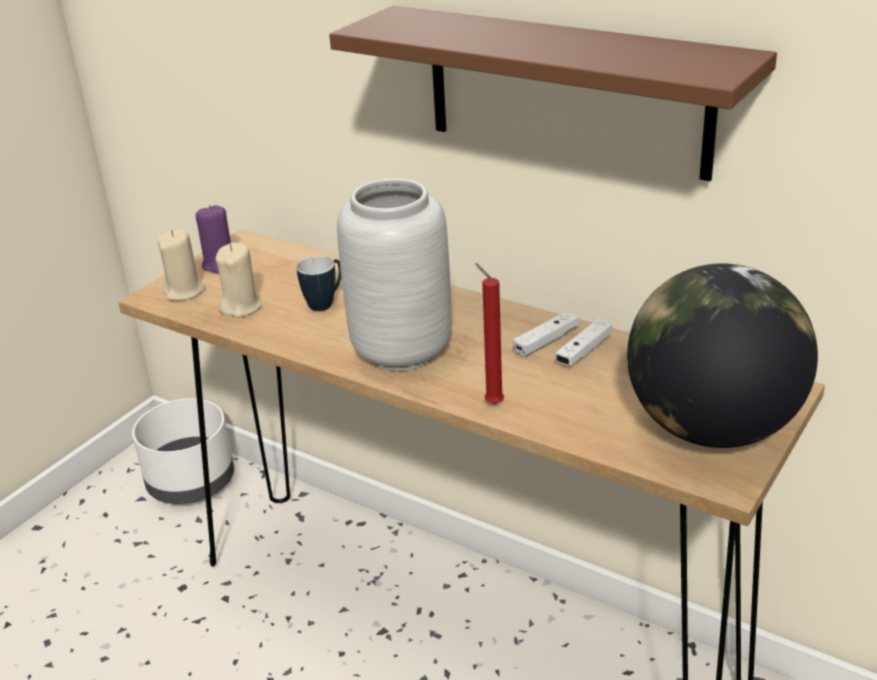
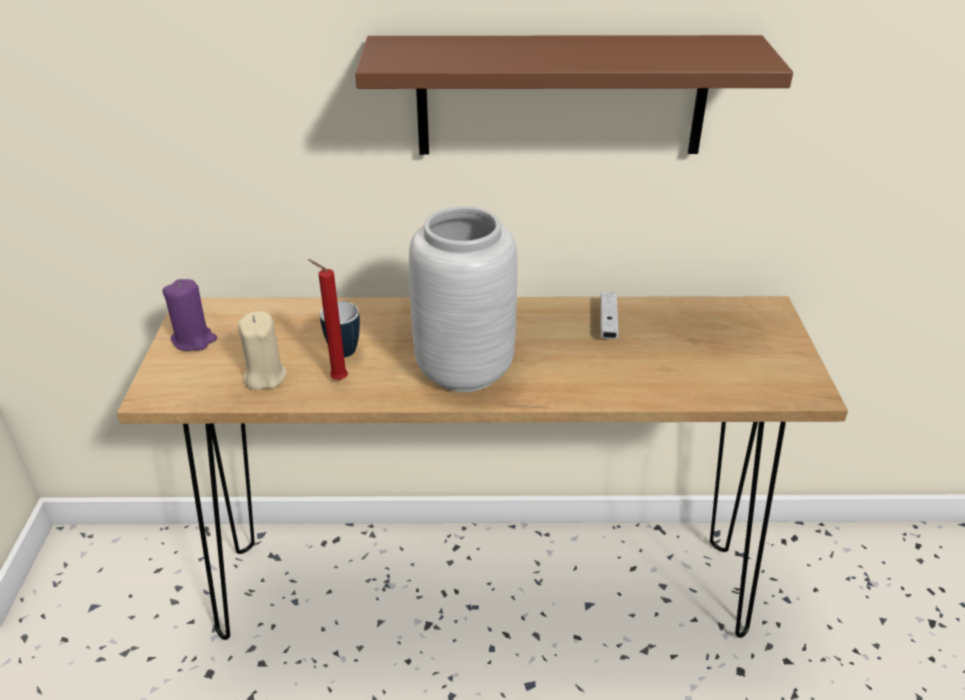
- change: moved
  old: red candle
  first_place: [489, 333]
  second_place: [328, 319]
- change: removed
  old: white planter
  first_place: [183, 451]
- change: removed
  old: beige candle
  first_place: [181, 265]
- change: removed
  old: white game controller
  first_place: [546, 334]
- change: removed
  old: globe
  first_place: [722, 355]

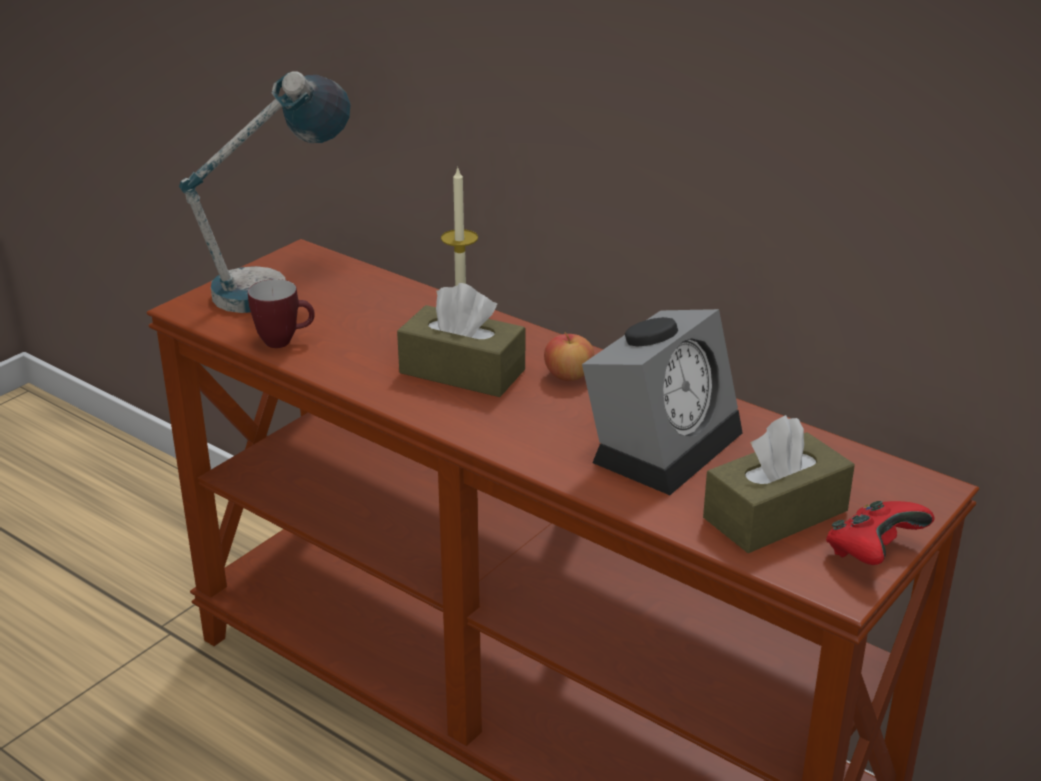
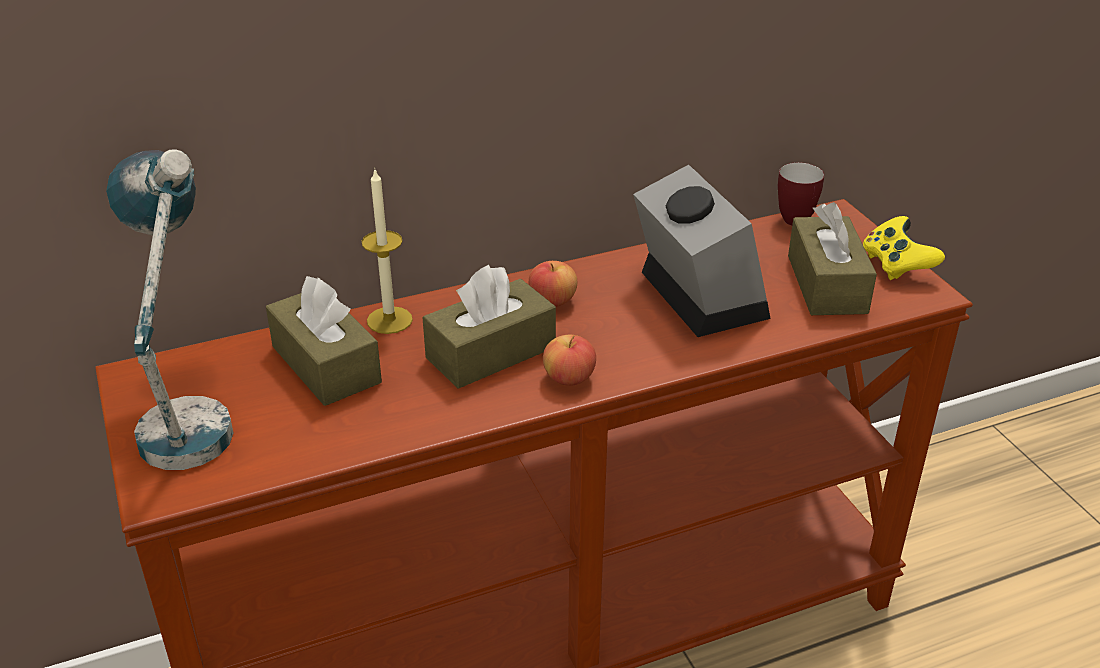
- change: added
  new: brown tissue box
  second_place: [324, 341]
- change: added
  new: apple
  second_place: [569, 360]
- change: moved
  old: mug
  first_place: [281, 313]
  second_place: [801, 194]
- change: recoloured
  old: red game controller
  new: yellow game controller
  first_place: [880, 533]
  second_place: [904, 248]

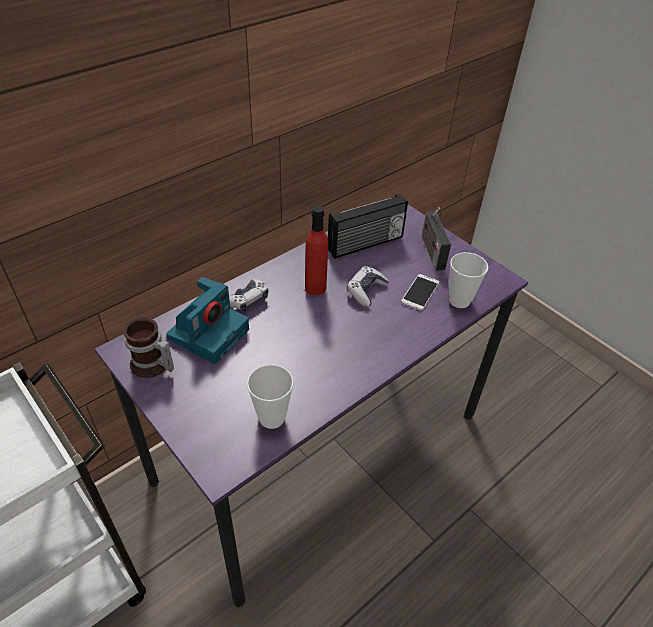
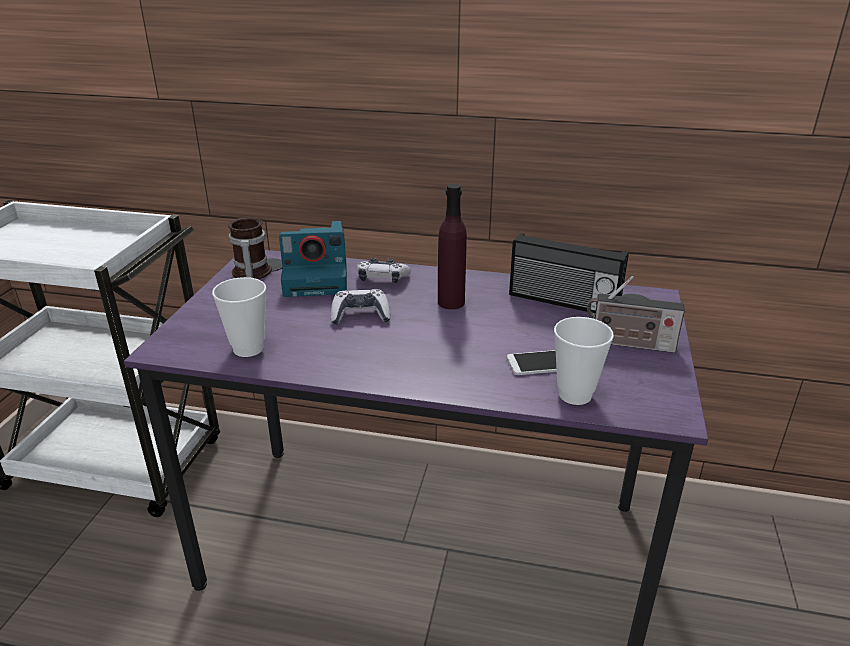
- change: moved
  old: game controller
  first_place: [368, 286]
  second_place: [361, 307]
- change: recoloured
  old: red bottle
  new: purple bottle
  first_place: [316, 250]
  second_place: [452, 246]
- change: turned
  old: radio
  first_place: [436, 239]
  second_place: [636, 314]
  degrees: -120

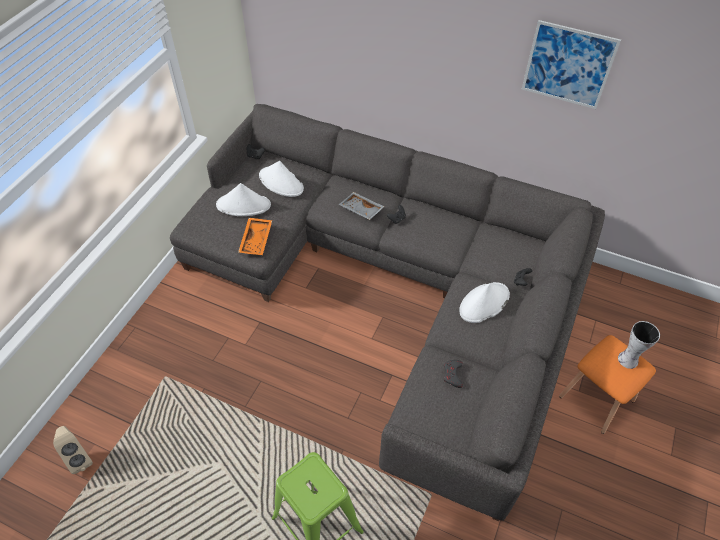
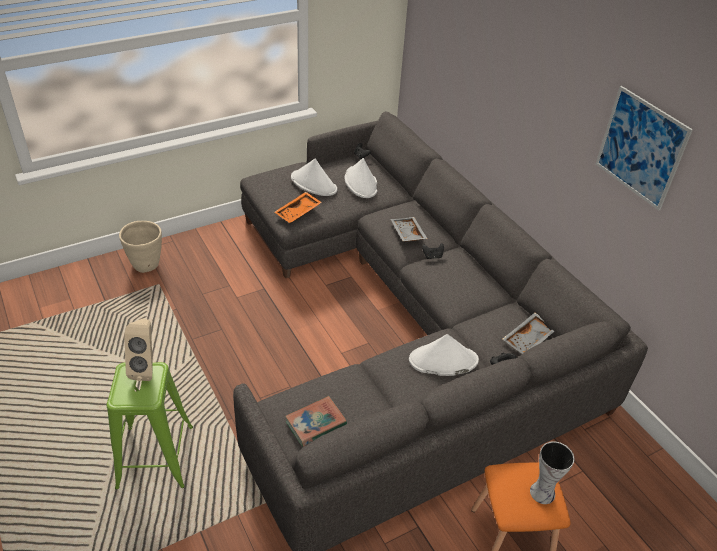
- change: added
  new: beige planter
  second_place: [140, 247]
- change: moved
  old: beige speaker
  first_place: [73, 450]
  second_place: [138, 349]
- change: added
  new: book
  second_place: [316, 421]
- change: added
  new: grey tray
  second_place: [529, 333]
- change: removed
  old: grey game controller
  first_place: [453, 374]

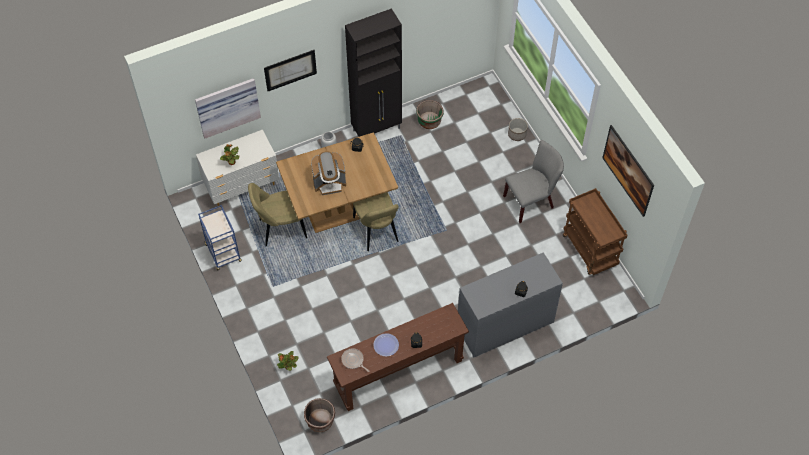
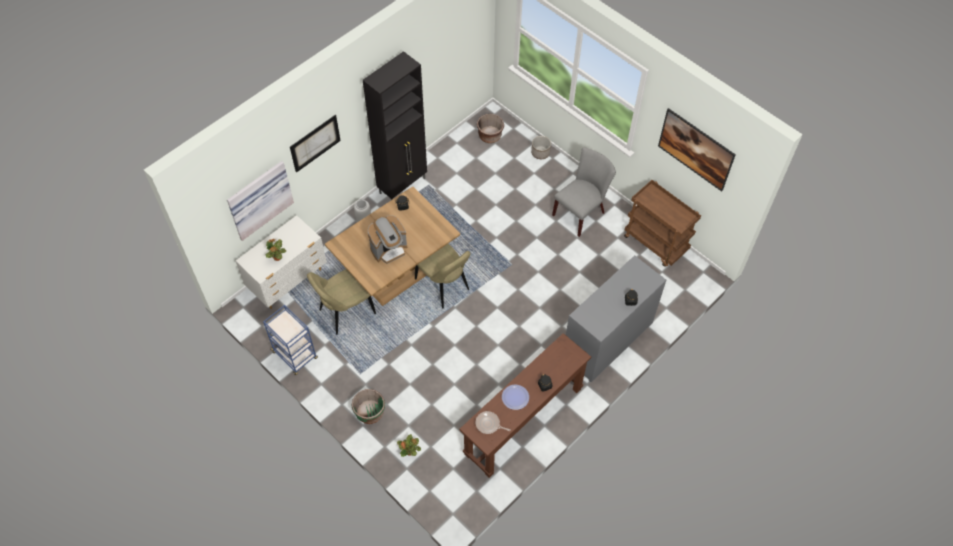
- change: moved
  old: green planter
  first_place: [430, 114]
  second_place: [368, 406]
- change: moved
  old: brown planter
  first_place: [319, 415]
  second_place: [490, 128]

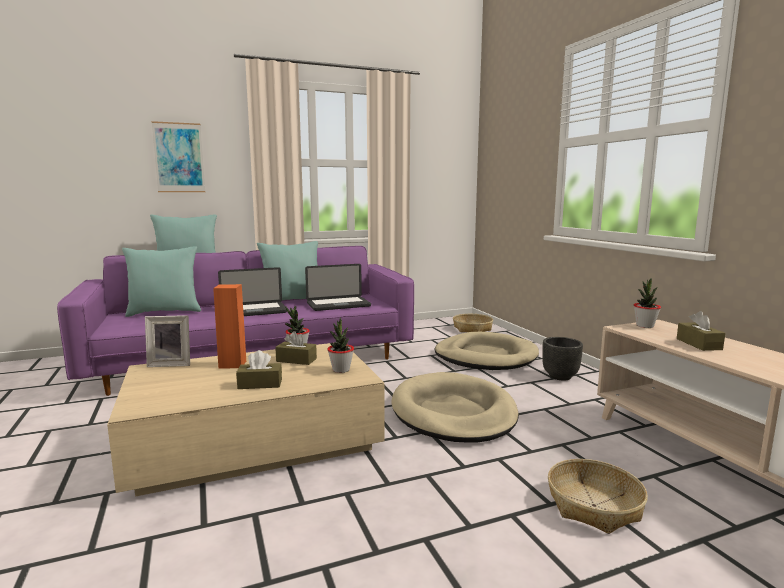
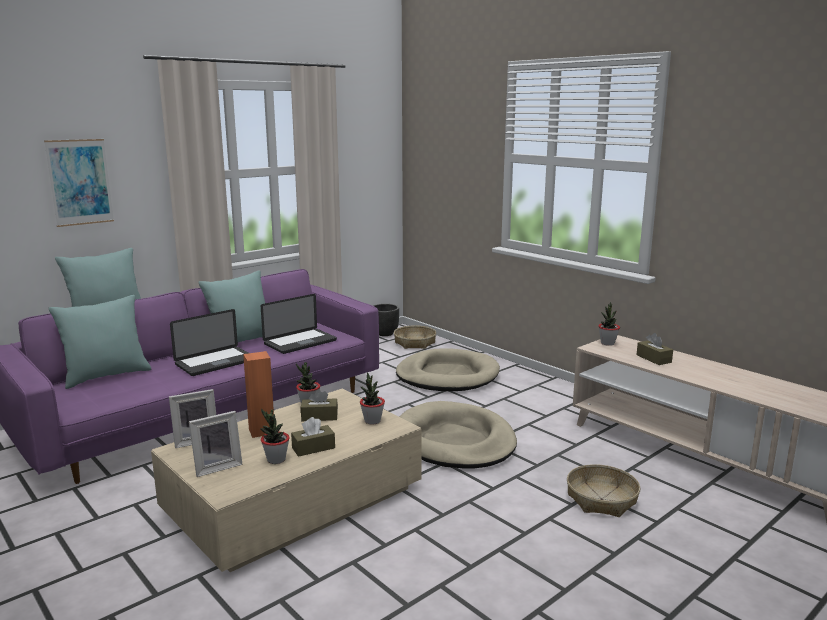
- change: added
  new: picture frame
  second_place: [216, 444]
- change: added
  new: potted plant
  second_place: [275, 436]
- change: moved
  old: black planter
  first_place: [562, 358]
  second_place: [386, 320]

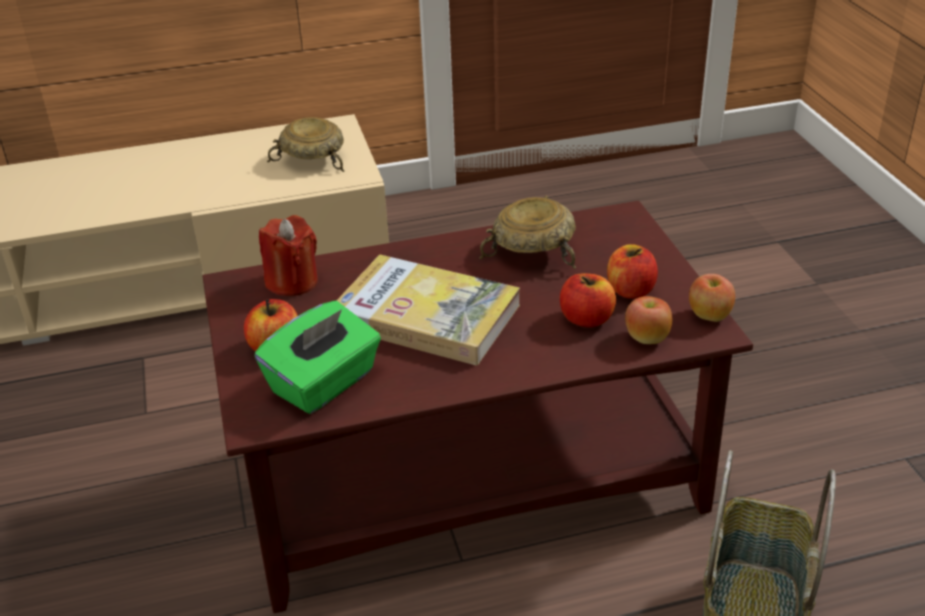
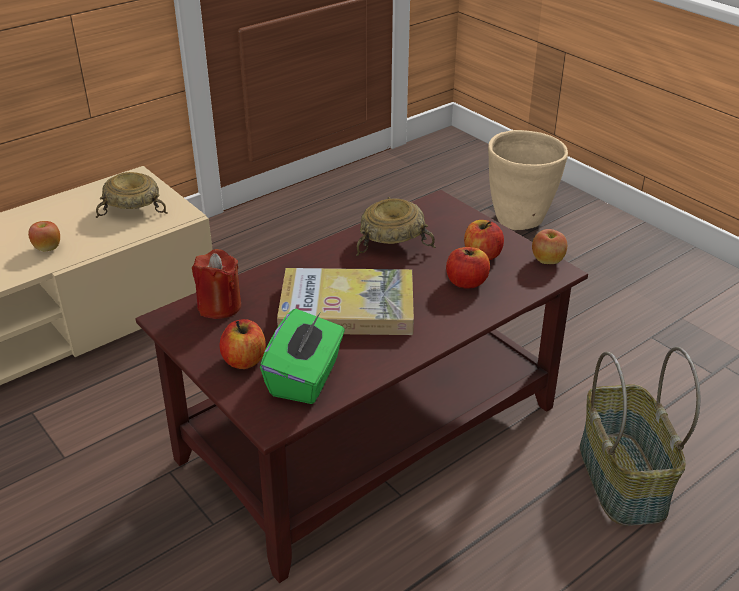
- change: moved
  old: apple
  first_place: [648, 320]
  second_place: [44, 236]
- change: added
  new: beige planter
  second_place: [528, 180]

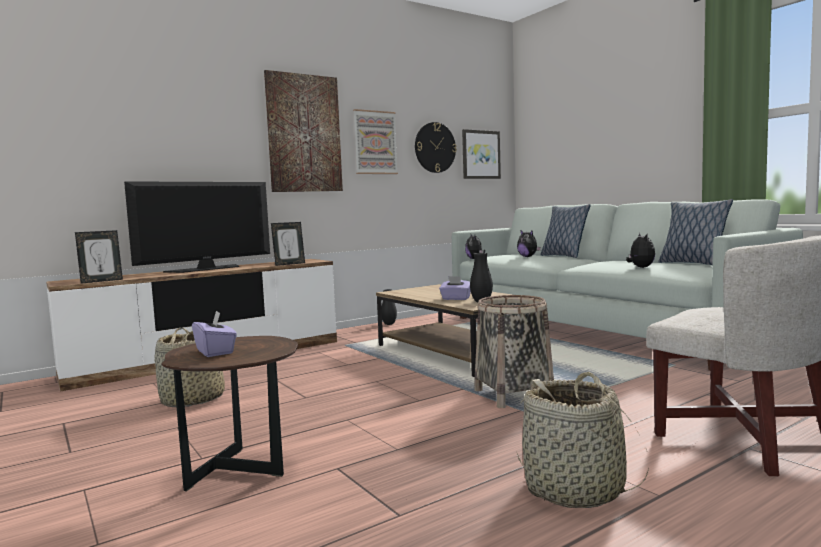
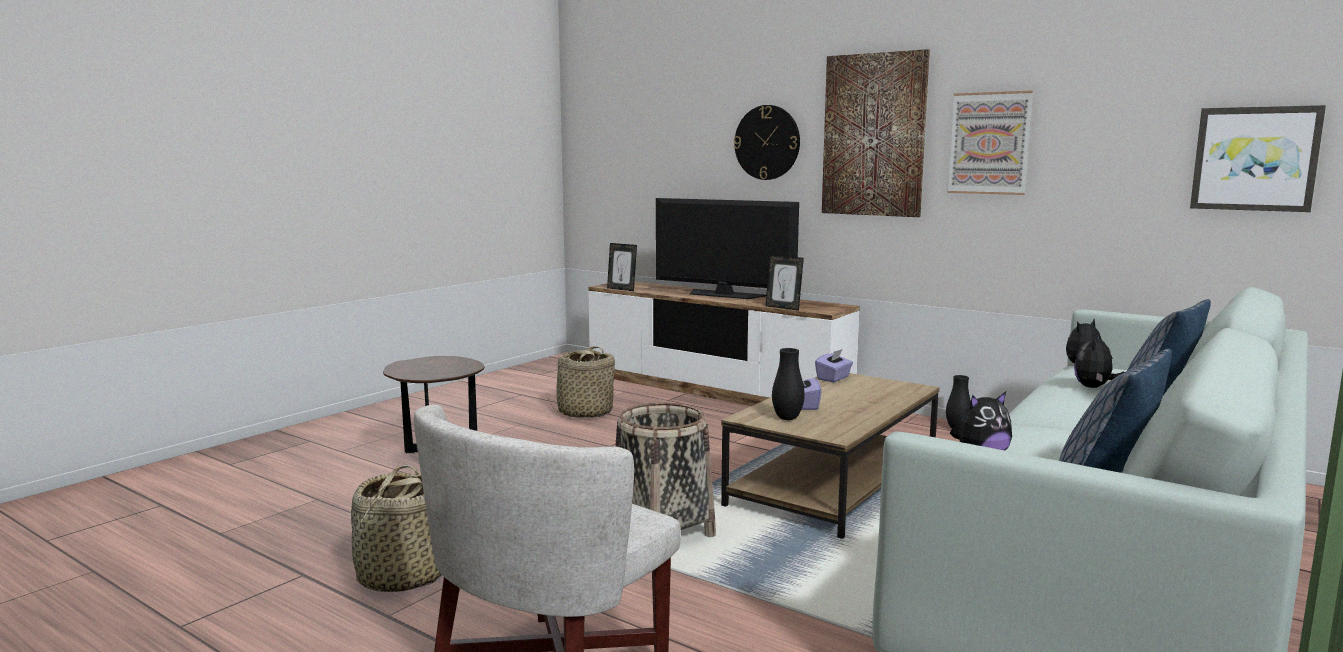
- change: moved
  old: wall clock
  first_place: [436, 147]
  second_place: [767, 142]
- change: moved
  old: purple tissue box
  first_place: [214, 333]
  second_place: [834, 365]

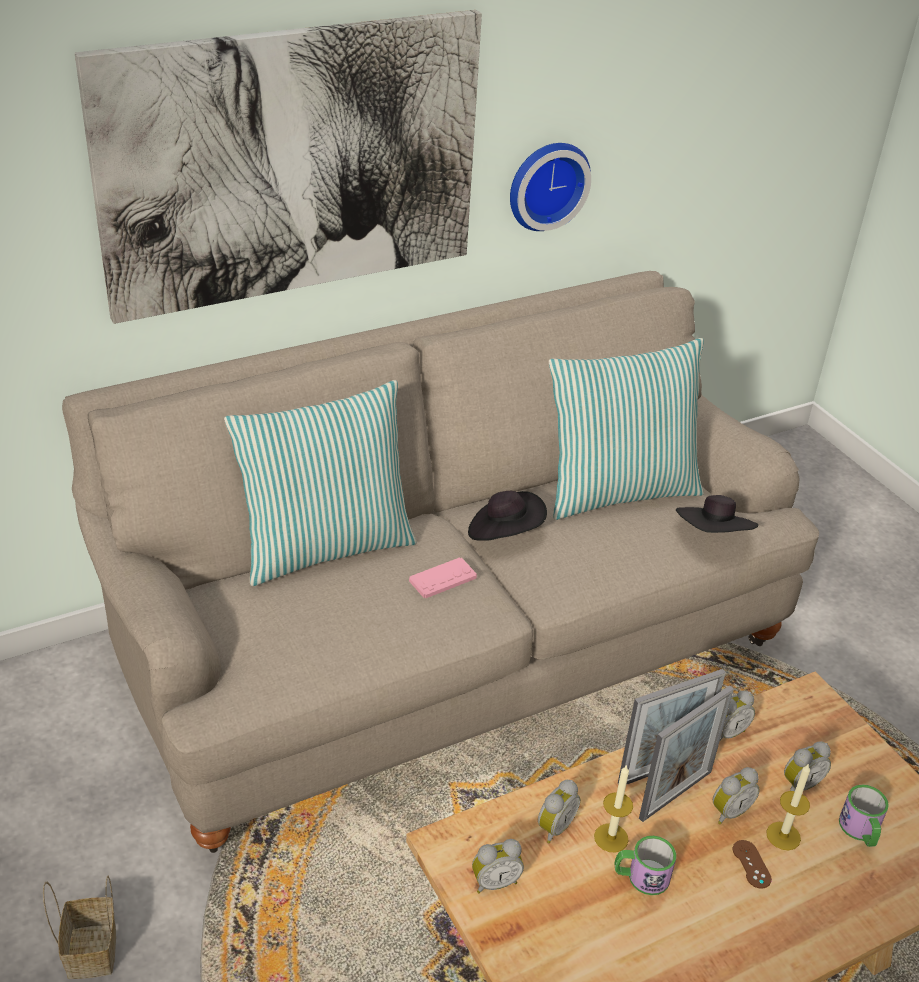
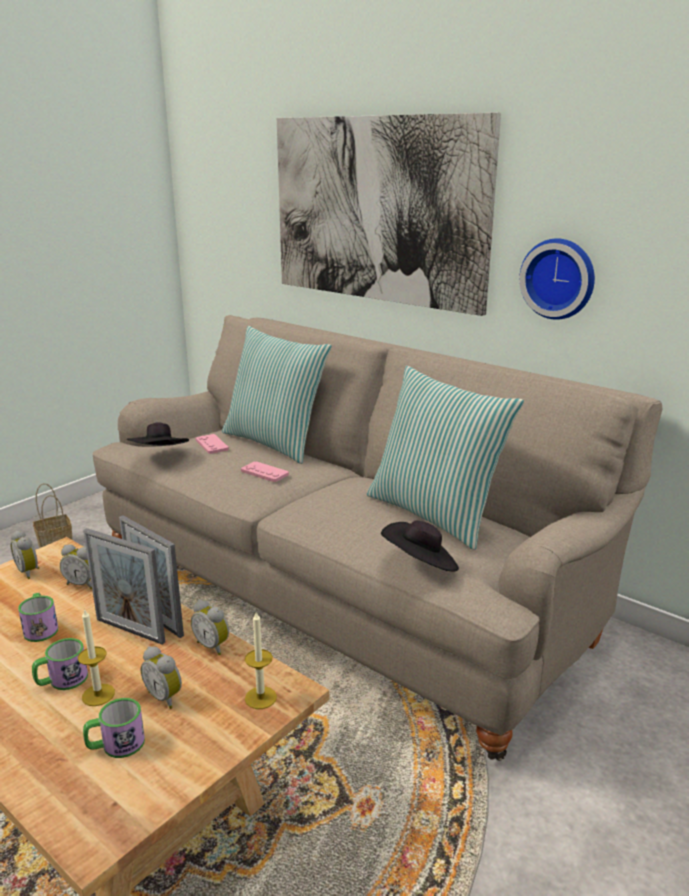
- change: replaced
  old: brown game controller
  new: mug
  first_place: [752, 864]
  second_place: [60, 664]
- change: moved
  old: black hat
  first_place: [507, 516]
  second_place: [158, 434]
- change: added
  new: pink game controller
  second_place: [212, 444]
- change: moved
  old: candle
  first_place: [613, 808]
  second_place: [261, 660]
- change: removed
  old: alarm clock
  first_place: [736, 795]

